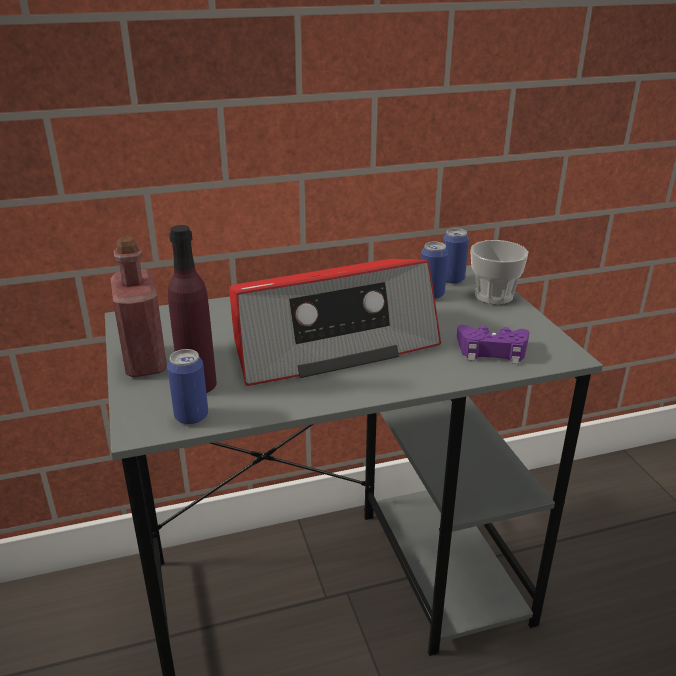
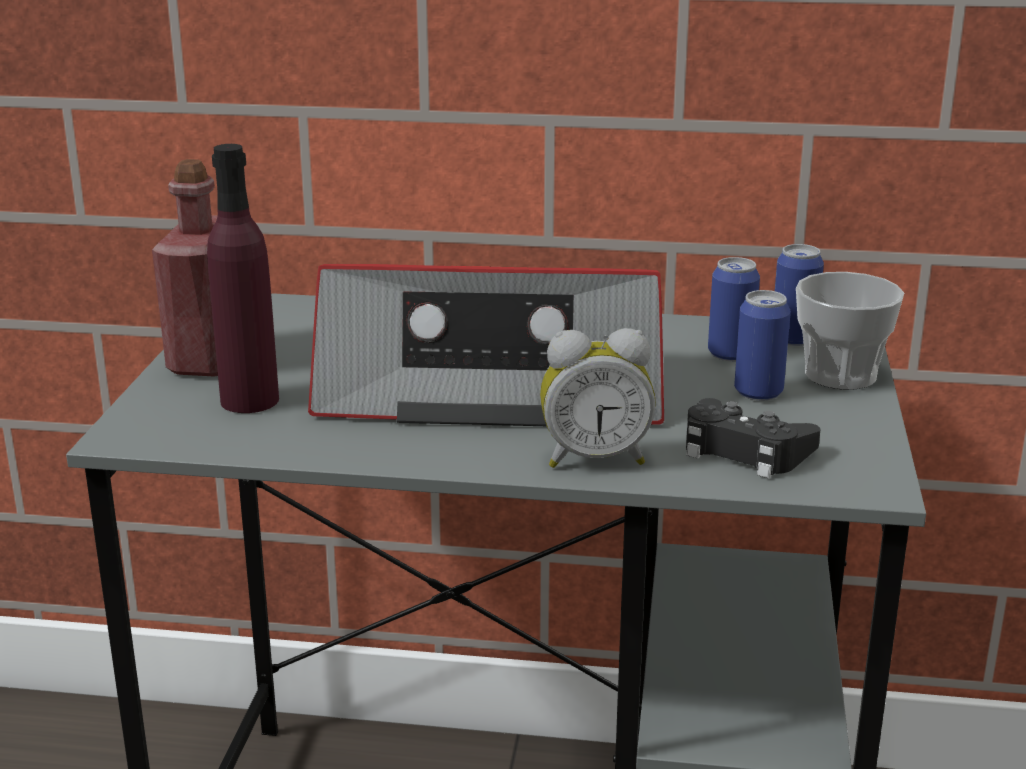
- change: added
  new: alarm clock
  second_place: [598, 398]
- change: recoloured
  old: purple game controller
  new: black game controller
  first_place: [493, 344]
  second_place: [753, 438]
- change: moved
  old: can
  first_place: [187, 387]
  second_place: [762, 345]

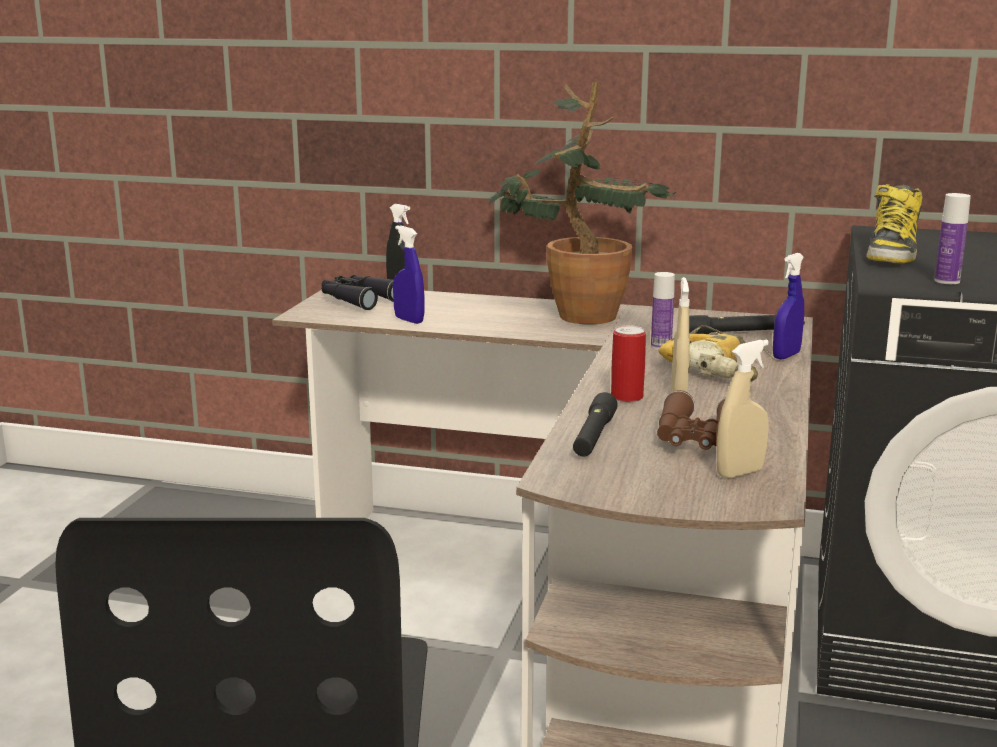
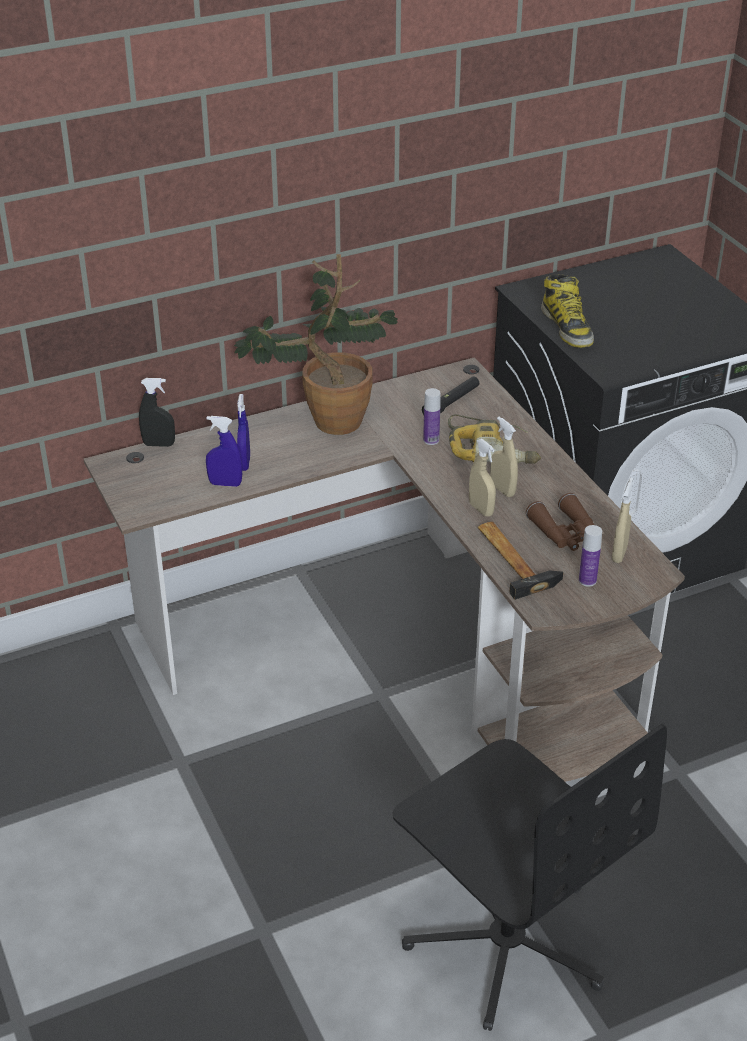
- change: moved
  old: blue spray bottle
  first_place: [788, 306]
  second_place: [243, 432]
- change: replaced
  old: can
  new: beige spray bottle
  first_place: [628, 363]
  second_place: [482, 478]
- change: replaced
  old: black flashlight
  new: hammer
  first_place: [595, 424]
  second_place: [520, 561]
- change: moved
  old: bottle
  first_place: [953, 238]
  second_place: [590, 556]
- change: removed
  old: black binoculars
  first_place: [358, 292]

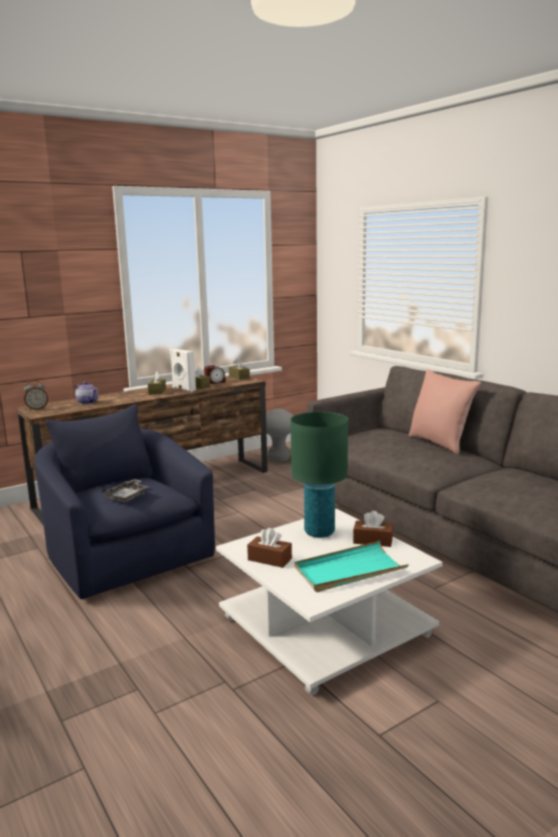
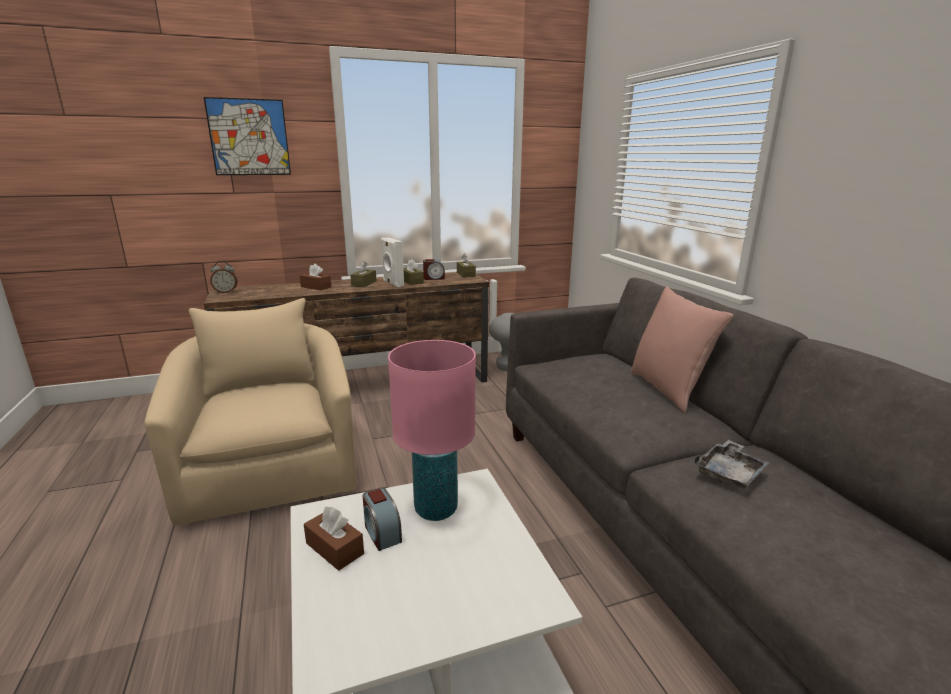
- change: recoloured
  old: blue armchair
  new: beige armchair
  first_place: [124, 501]
  second_place: [250, 412]
- change: added
  new: picture
  second_place: [247, 136]
- change: moved
  old: brown tissue box
  first_place: [373, 529]
  second_place: [315, 276]
- change: added
  new: alarm clock
  second_place: [382, 519]
- change: recoloured
  old: green table lamp
  new: pink table lamp
  first_place: [319, 475]
  second_place: [432, 430]
- change: moved
  old: grey tray
  first_place: [125, 490]
  second_place: [732, 464]
- change: removed
  old: teapot
  first_place: [86, 393]
- change: removed
  old: turquoise tray
  first_place: [351, 566]

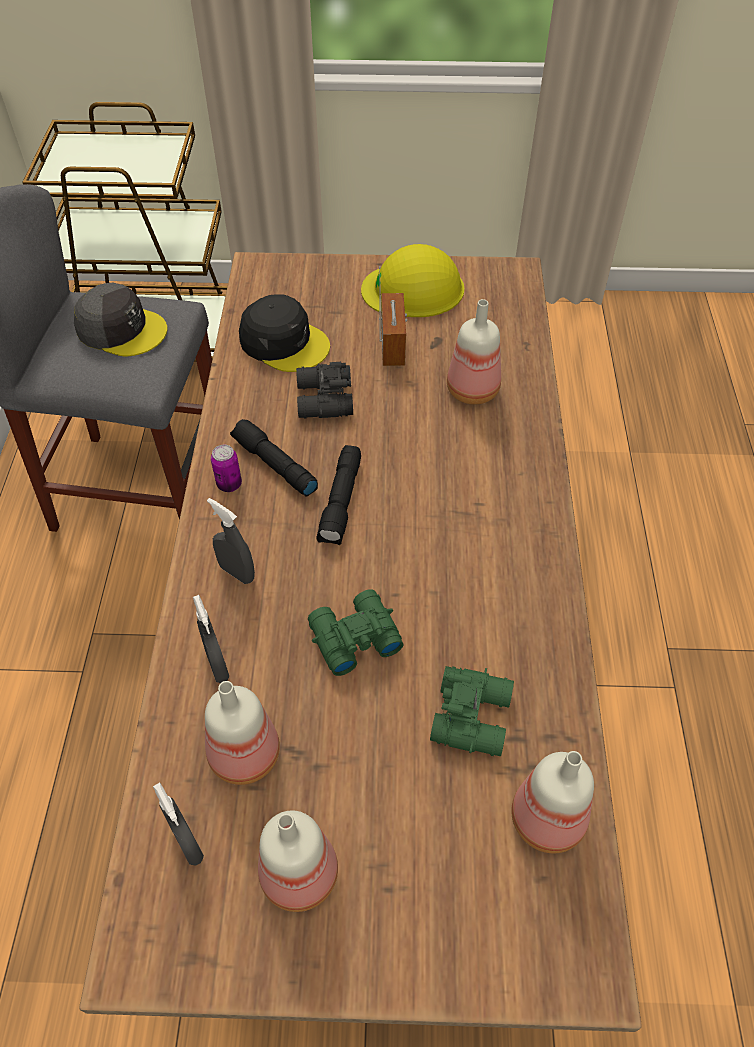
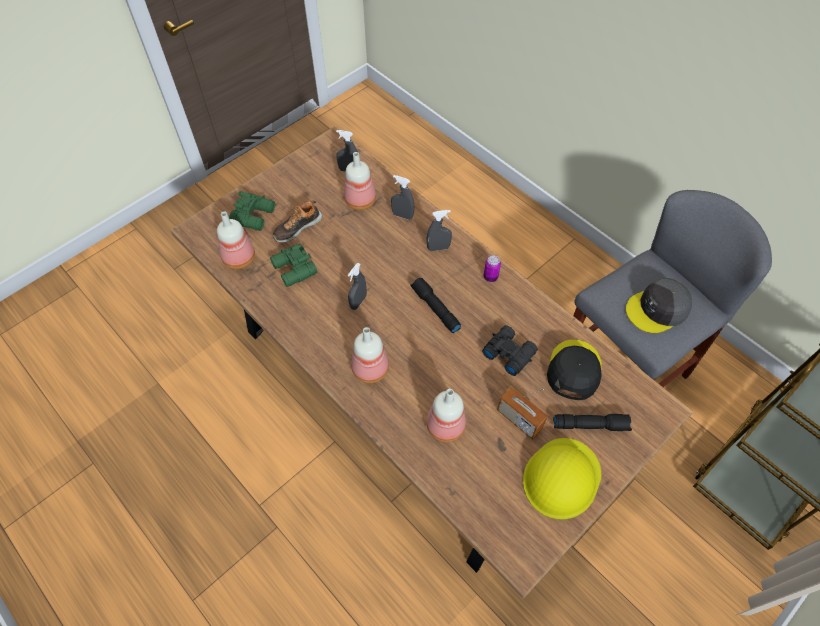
- change: moved
  old: green binoculars
  first_place: [355, 632]
  second_place: [252, 211]
- change: added
  new: shoe
  second_place: [297, 221]
- change: added
  new: grey spray bottle
  second_place: [357, 286]
- change: moved
  old: bottle
  first_place: [298, 861]
  second_place: [370, 355]
- change: turned
  old: black cap
  first_place: [284, 333]
  second_place: [574, 369]
  degrees: 120
- change: moved
  old: black flashlight
  first_place: [274, 458]
  second_place: [592, 422]

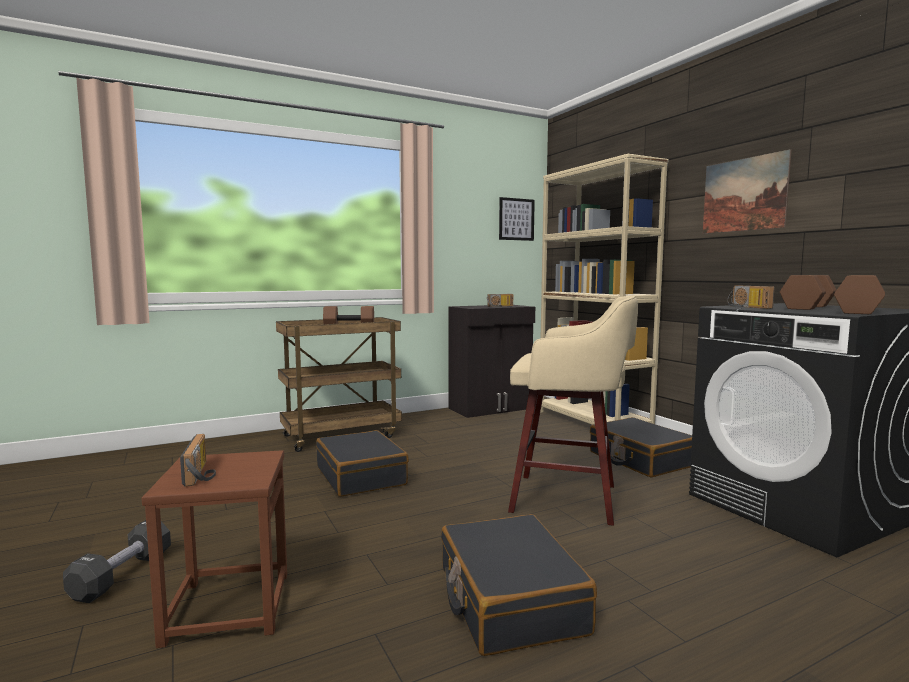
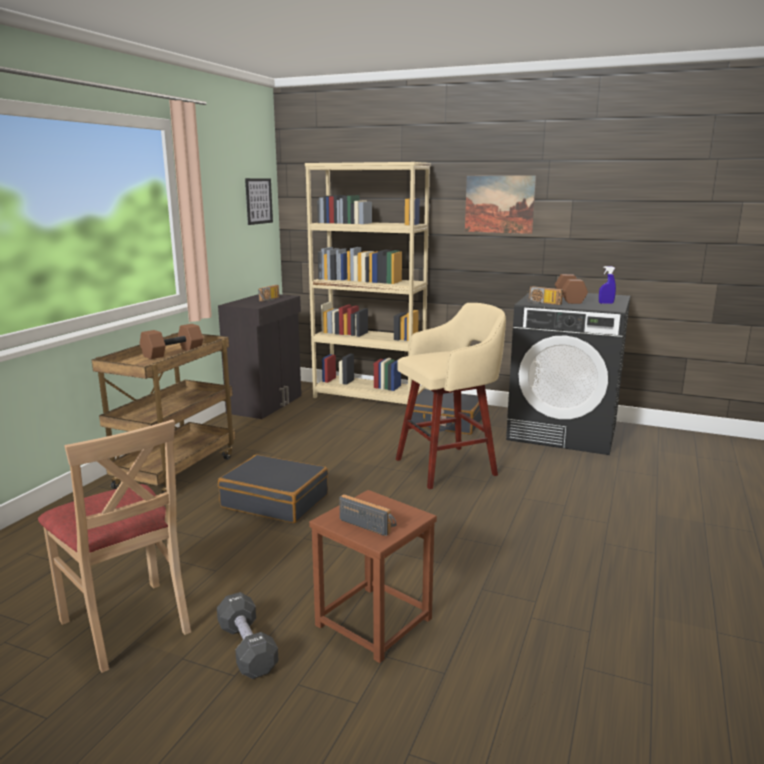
- change: added
  new: beige chair
  second_place: [114, 546]
- change: replaced
  old: brown dumbbell
  new: blue spray bottle
  first_place: [859, 294]
  second_place: [607, 285]
- change: removed
  old: black suitcase
  first_place: [519, 585]

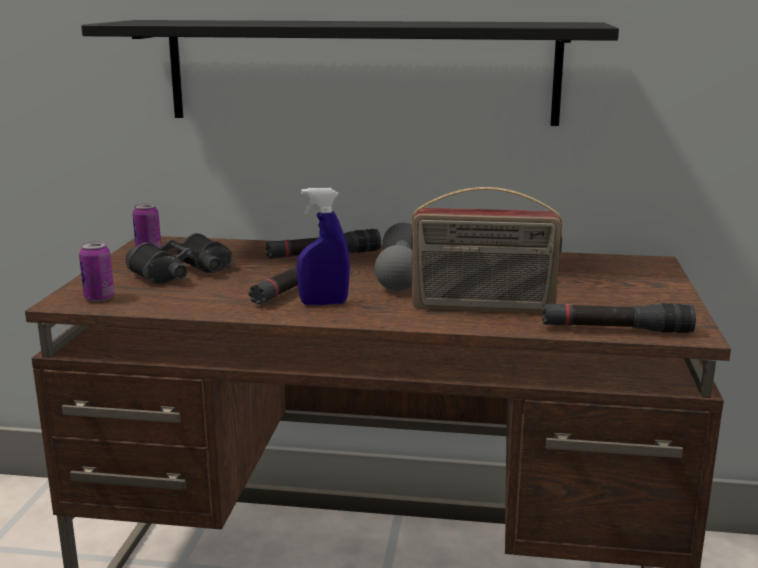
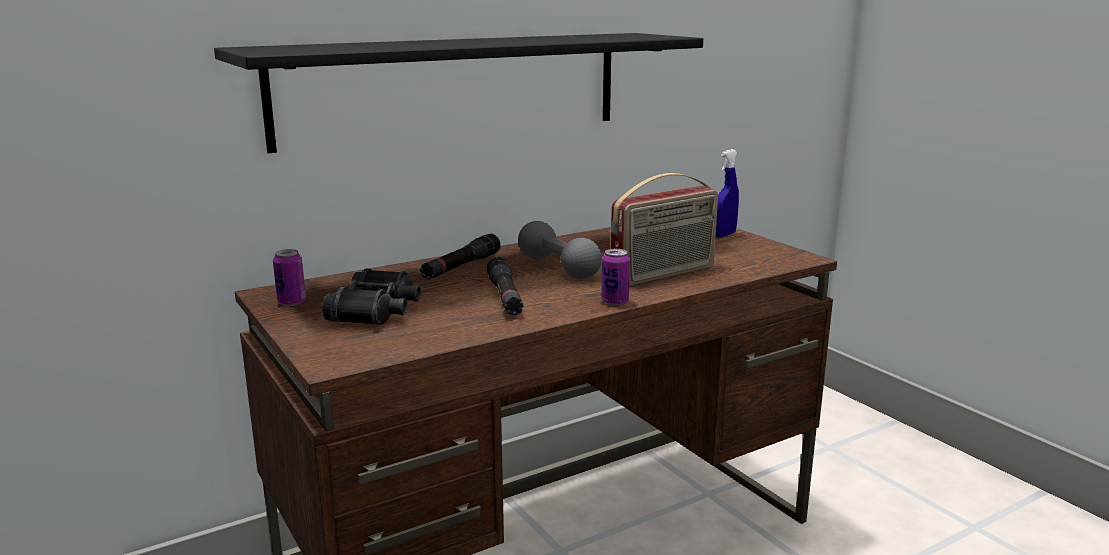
- change: moved
  old: can
  first_place: [96, 272]
  second_place: [615, 277]
- change: moved
  old: blue spray bottle
  first_place: [323, 246]
  second_place: [727, 193]
- change: removed
  old: black flashlight
  first_place: [619, 318]

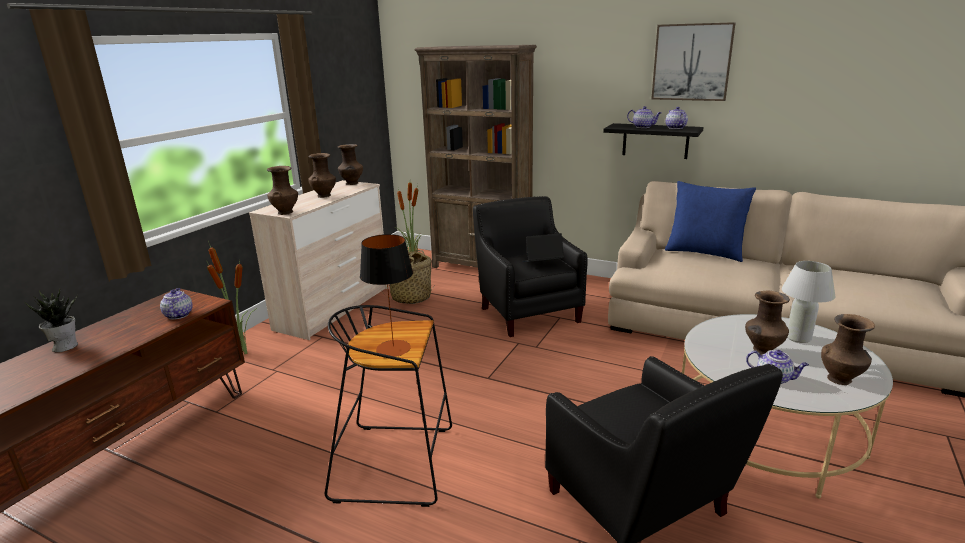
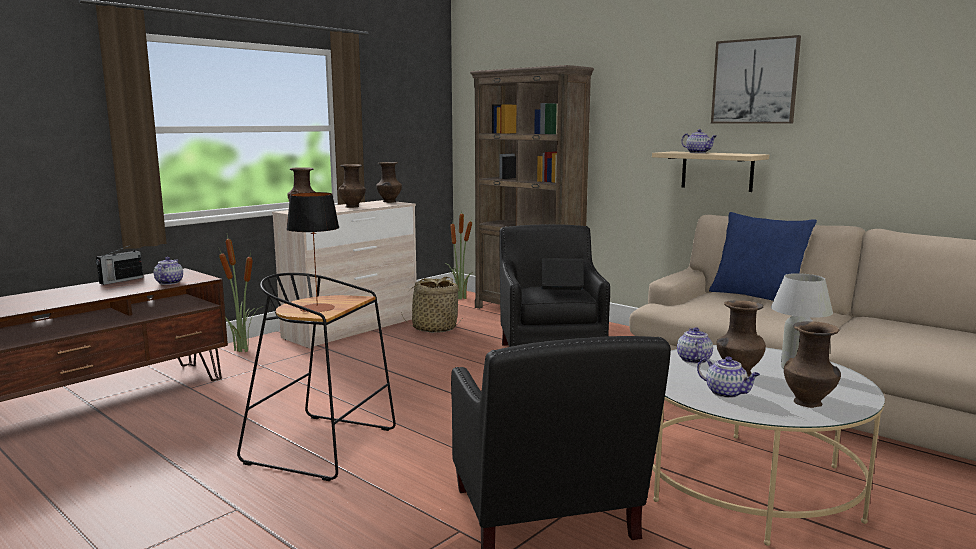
- change: added
  new: radio
  second_place: [119, 265]
- change: recoloured
  old: black shelf
  new: beige shelf
  first_place: [653, 141]
  second_place: [710, 171]
- change: moved
  old: teapot
  first_place: [676, 118]
  second_place: [695, 346]
- change: removed
  old: potted plant
  first_place: [51, 320]

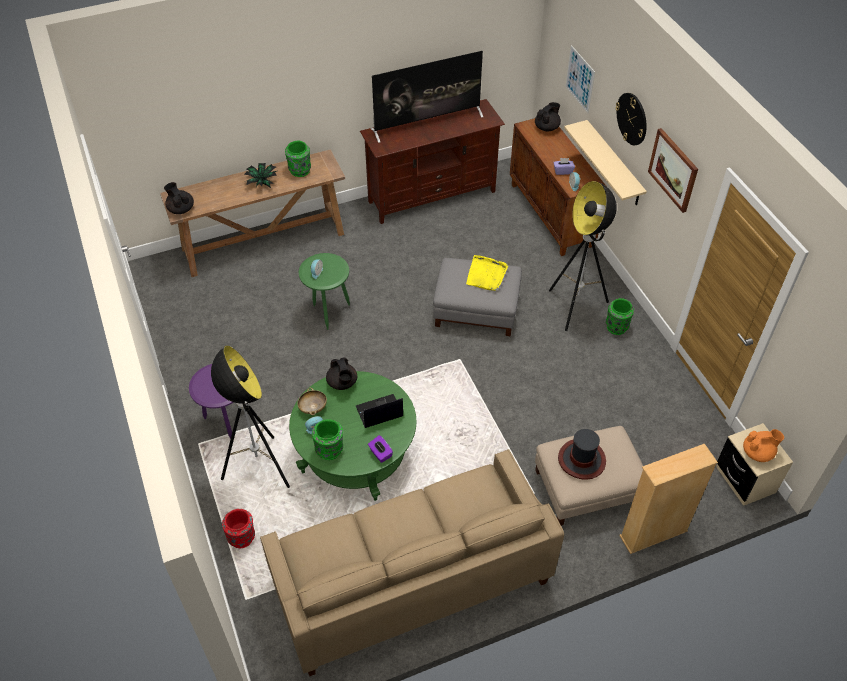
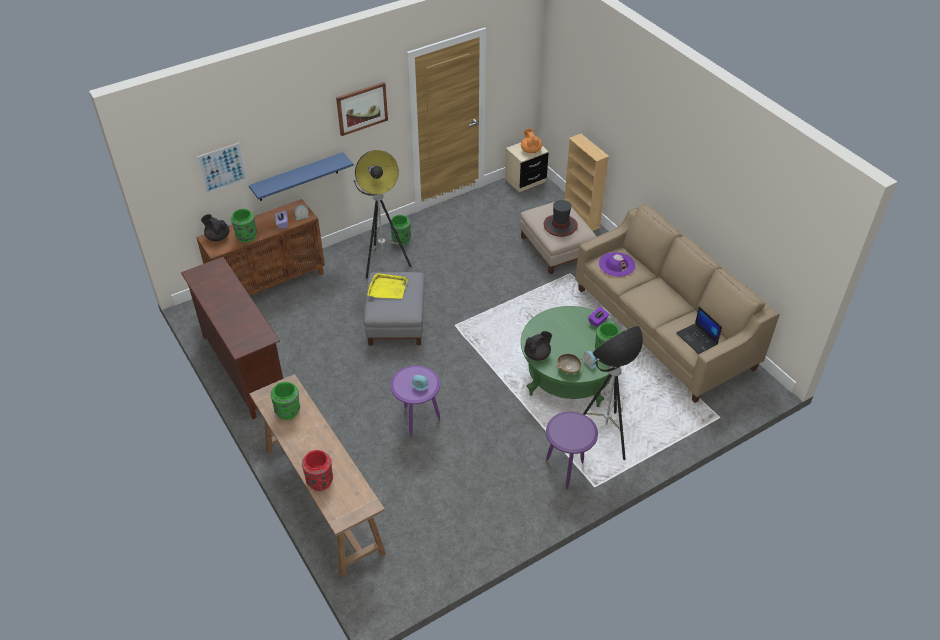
- change: added
  new: green vase
  second_place: [244, 226]
- change: recoloured
  old: beige shelf
  new: blue shelf
  first_place: [605, 162]
  second_place: [301, 176]
- change: moved
  old: red vase
  first_place: [238, 528]
  second_place: [317, 470]
- change: recoloured
  old: green side table
  new: purple side table
  first_place: [324, 291]
  second_place: [415, 401]
- change: added
  new: purple hat
  second_place: [617, 264]
- change: moved
  old: laptop
  first_place: [379, 411]
  second_place: [699, 330]
- change: removed
  old: black teapot
  first_place: [179, 198]
- change: removed
  old: potted plant
  first_place: [260, 175]
- change: removed
  old: television
  first_place: [426, 97]
- change: removed
  old: wall clock
  first_place: [631, 119]

